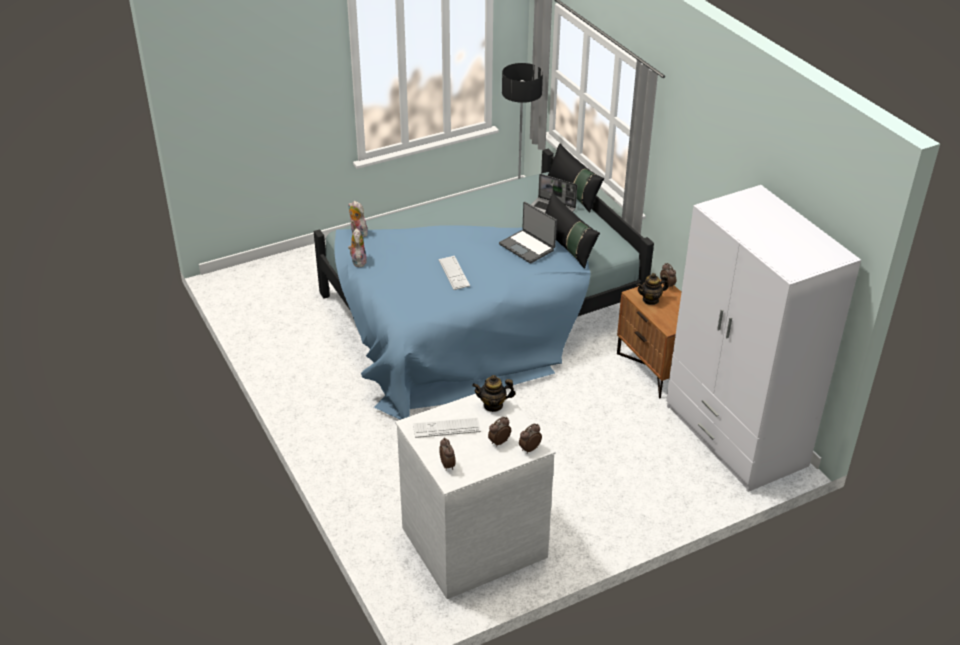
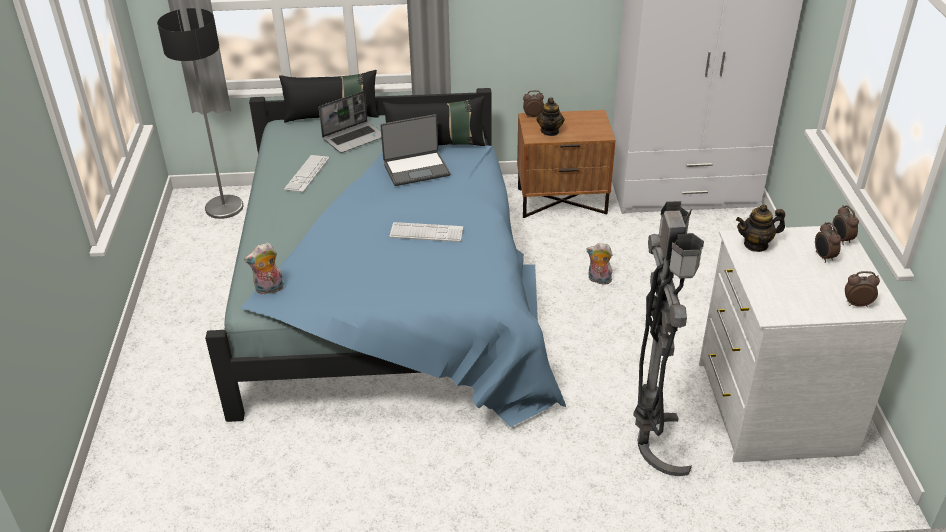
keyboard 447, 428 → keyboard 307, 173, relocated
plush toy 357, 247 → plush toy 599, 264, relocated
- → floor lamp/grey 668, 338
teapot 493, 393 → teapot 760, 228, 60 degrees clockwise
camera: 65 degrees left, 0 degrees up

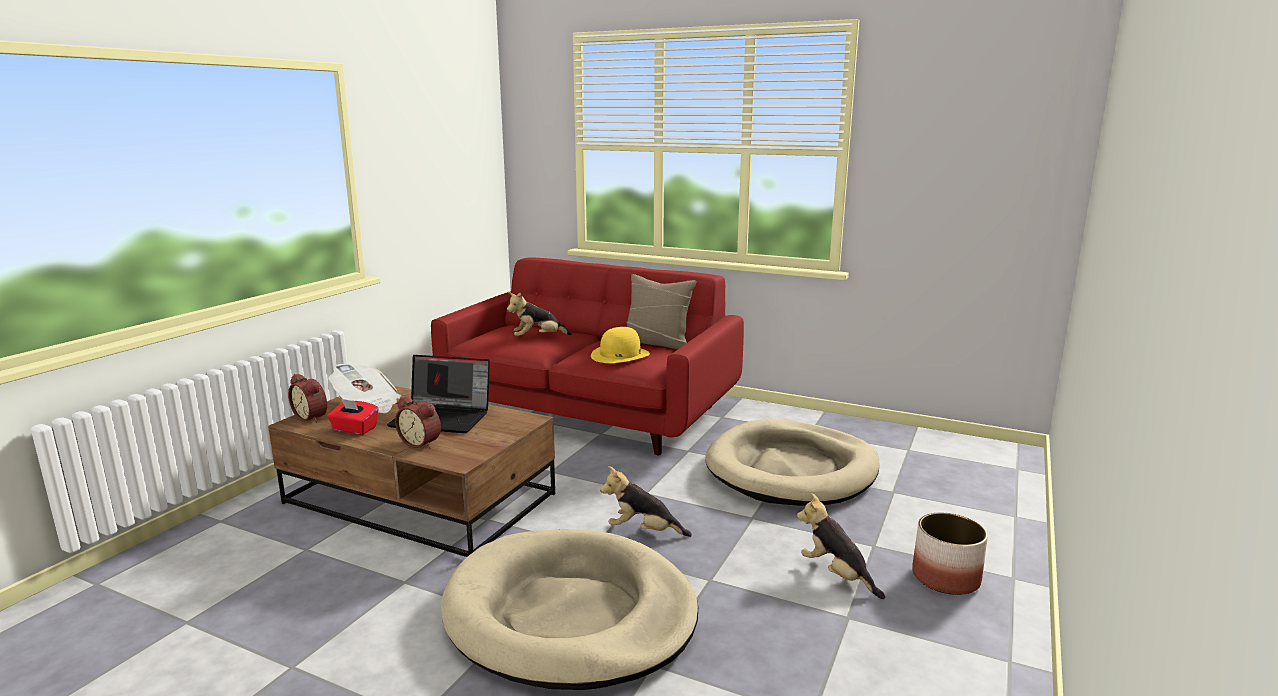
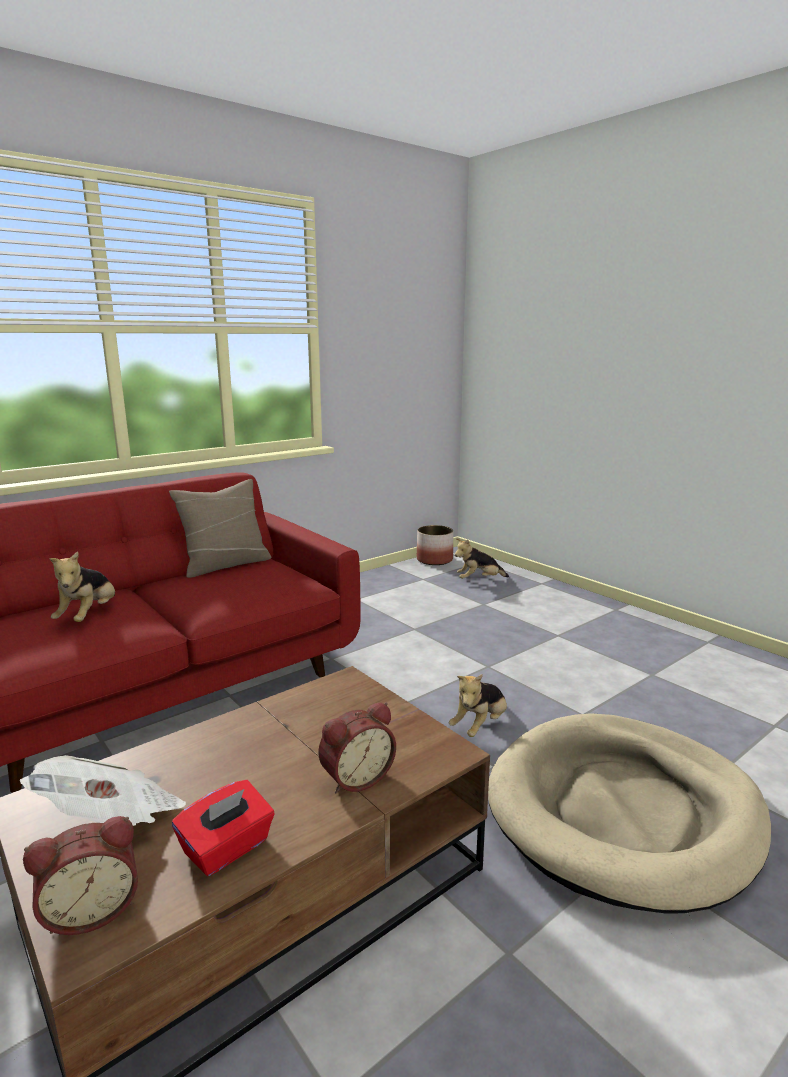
planter 950, 554 → planter 435, 545, relocated
plush toy 841, 546 → plush toy 482, 558, relocated
laptop 438, 394 → -
hat/yellow 620, 345 → -
dog bed/beige 793, 462 → -
camera: 65 degrees left, 0 degrees up

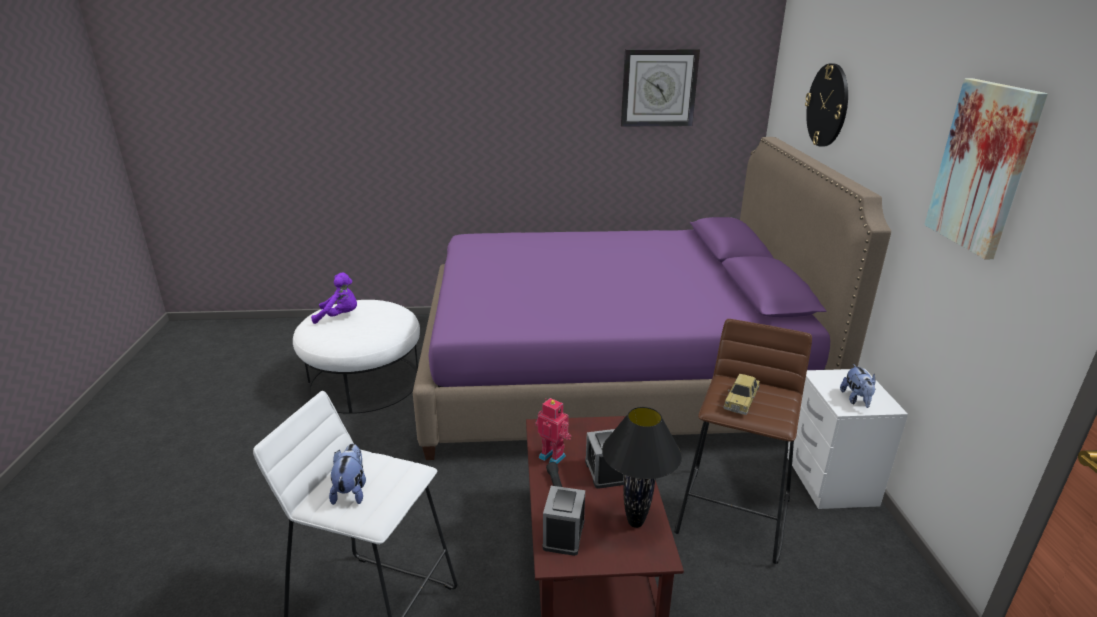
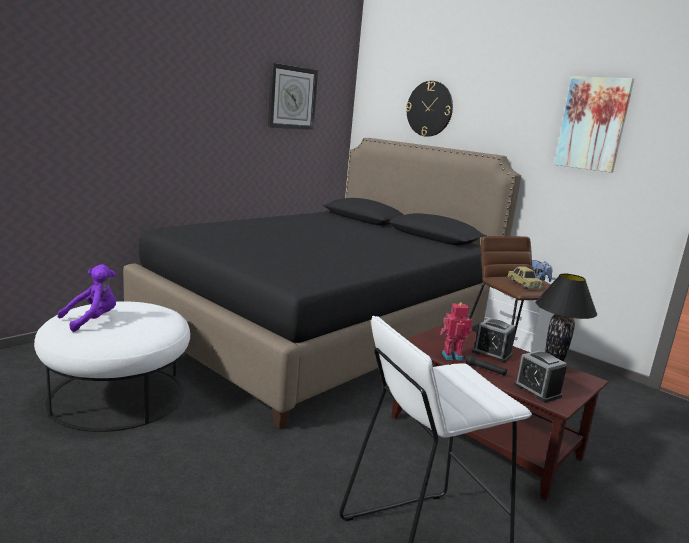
bed/purple 652, 298 → bed/black 322, 283
plush toy 347, 474 → -
camera: 45 degrees left, 10 degrees down

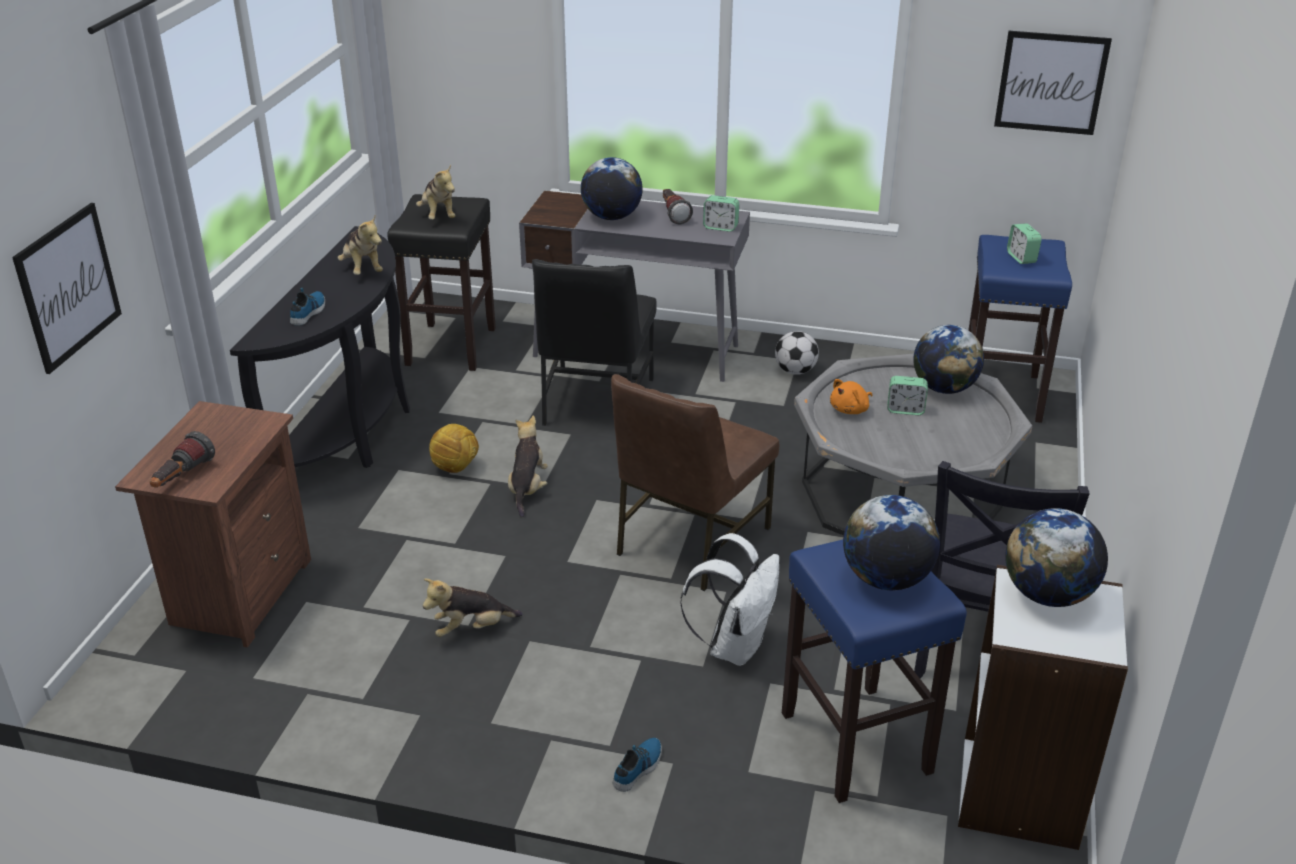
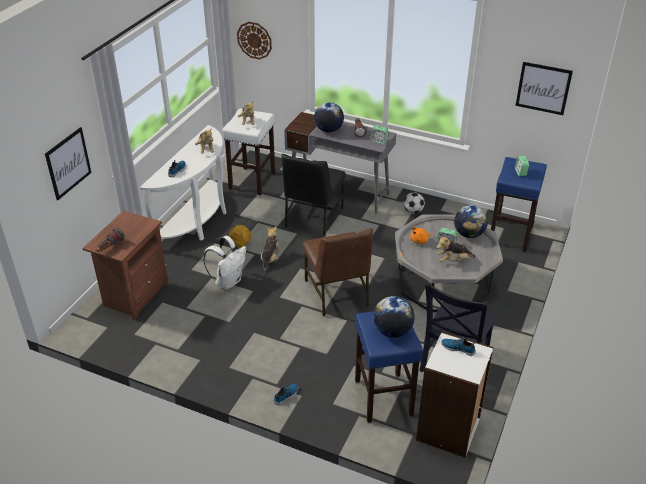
console table/black 320, 347 → console table/white 183, 183
backpack/white 729, 599 → backpack/white 224, 263, relocated
stool/black 441, 282 → stool/white 248, 151
- → wall clock 254, 41
chair/brown 695, 482 → chair/brown 338, 272, 60 degrees counterclockwise
plush toy 473, 607 → plush toy 456, 249, relocated
globe 1056, 557 → shoe 458, 346
camera: 10 degrees right, 5 degrees up

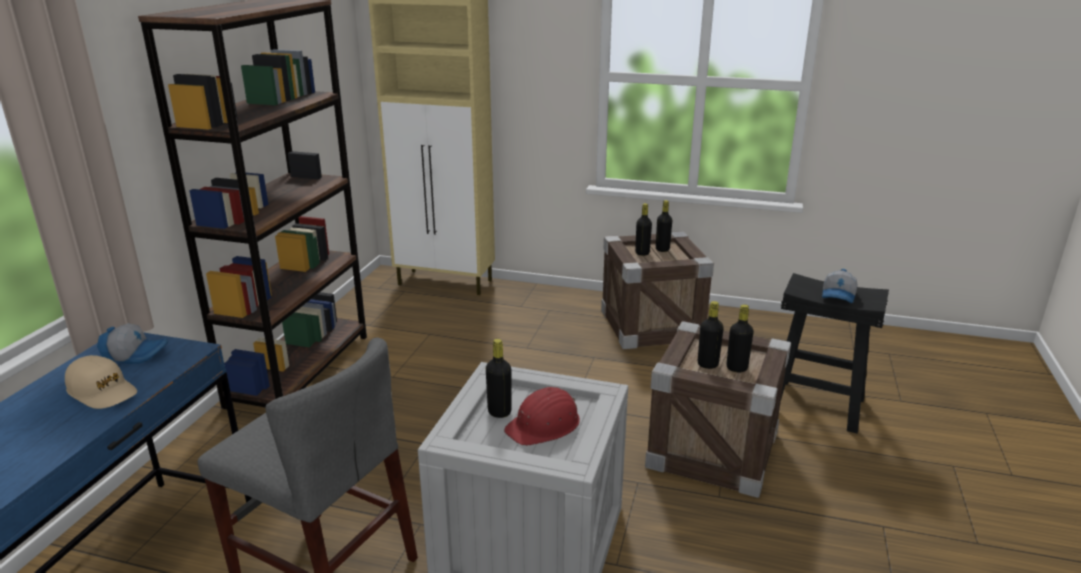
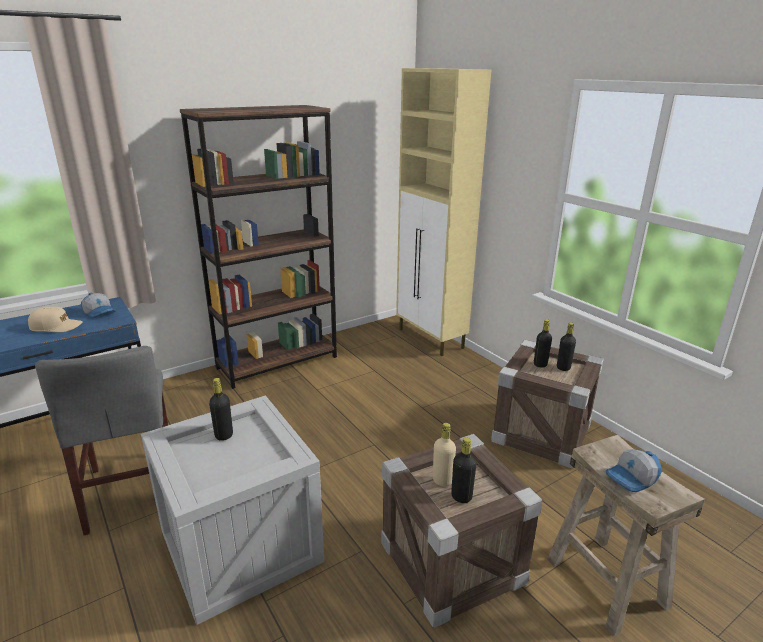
cap/beige 101, 382 → cap/beige 55, 320, 75 degrees counterclockwise
bottle/black 711, 335 → bottle/beige 444, 454
stool/black 835, 353 → stool/beige 626, 535
hard hat/red 542, 416 → -
camera: 40 degrees right, 0 degrees up

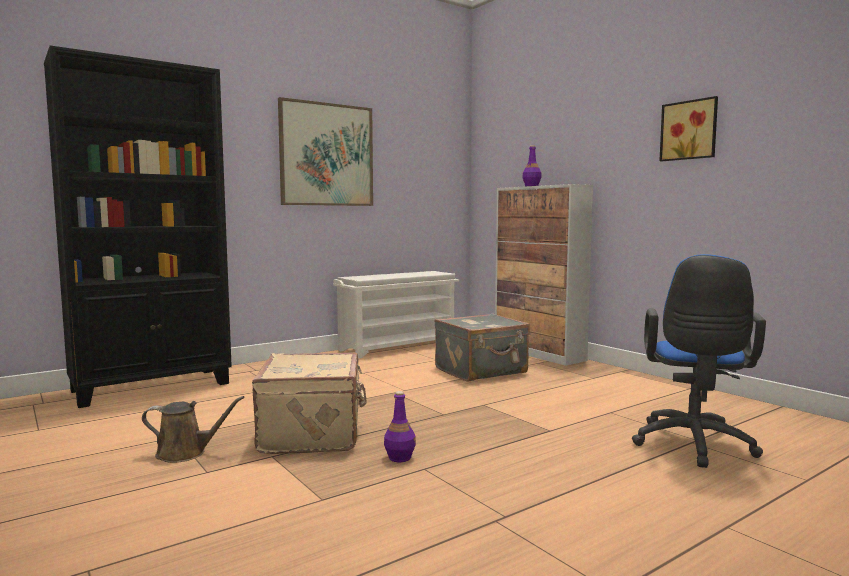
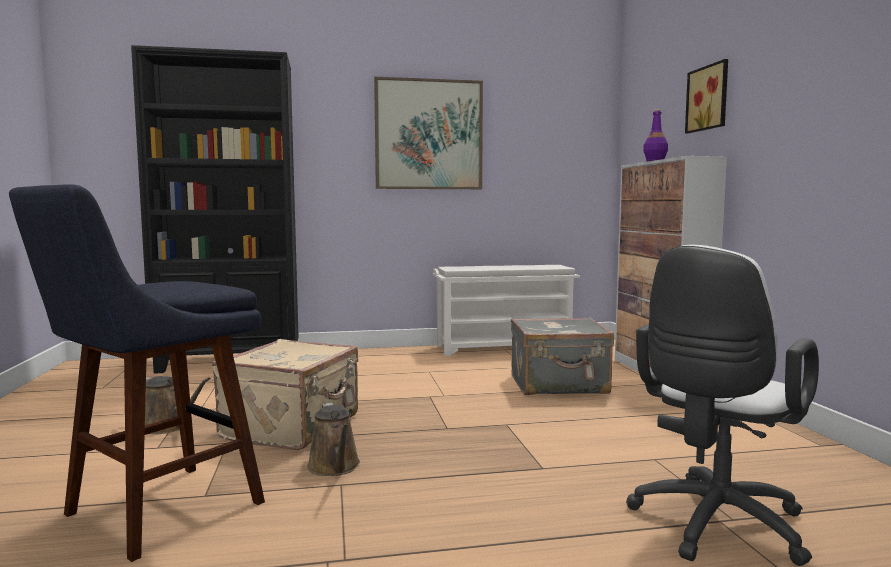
- → stool/blue 137, 373
bottle/purple 400, 426 → watering can/brown 333, 439
office chair/blue 699, 361 → office chair/white 722, 405
picture 688, 129 → picture 706, 96, relocated
camera: 25 degrees right, 0 degrees up

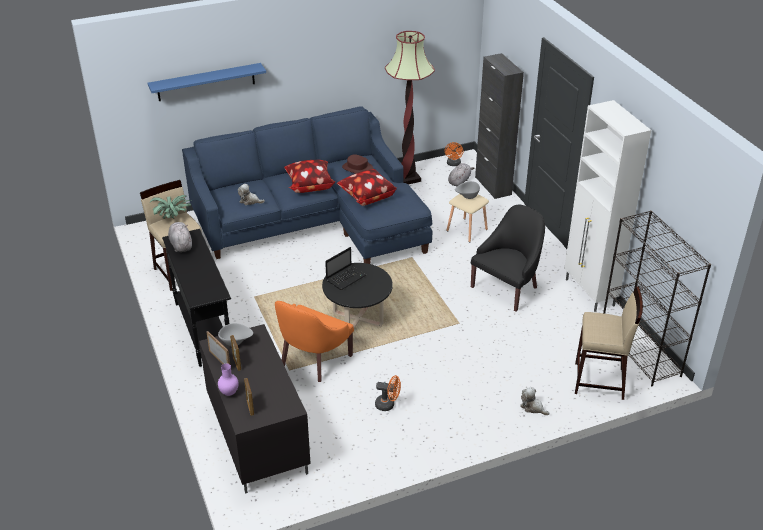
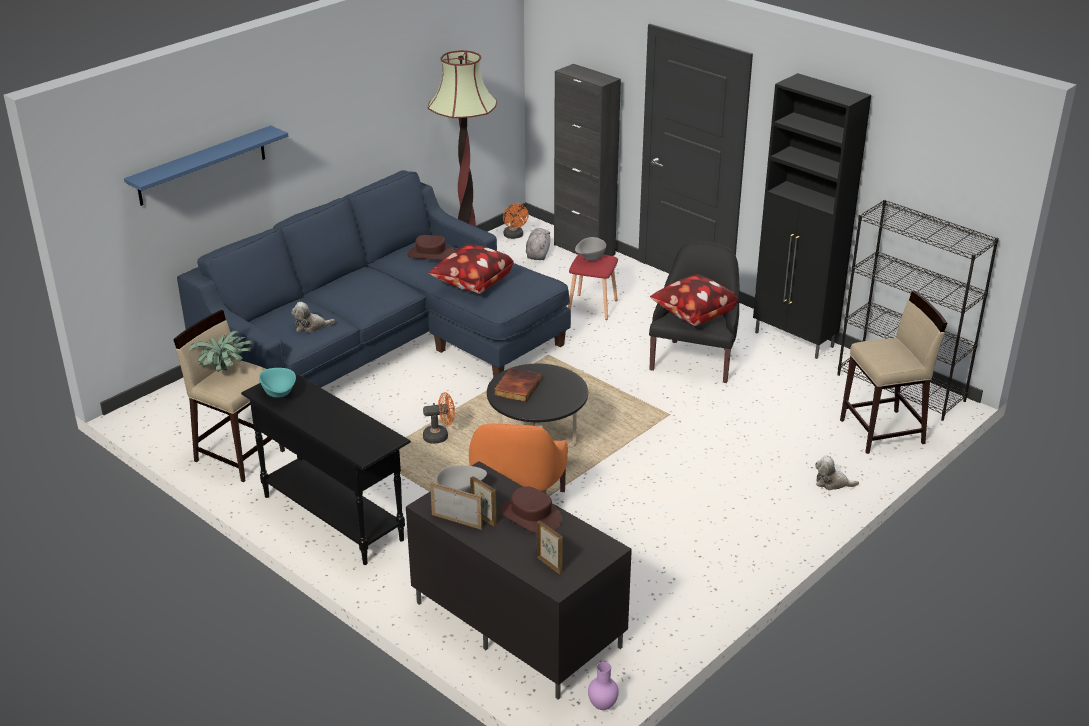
plush toy/grey 180, 237 → bowl/turquoise 277, 383
fan/orange 388, 393 → fan/orange 439, 418, relocated
laptop 345, 268 → book 518, 385
- → hat/brown 531, 510
stool/beige 467, 218 → stool/red 593, 287
vase/purple 228, 380 → vase/purple 603, 686, relocated
pillow 309, 176 → pillow 694, 300, relocated
cabinet/white 607, 206 → cabinet/black 812, 216
camera: 25 degrees left, 5 degrees down

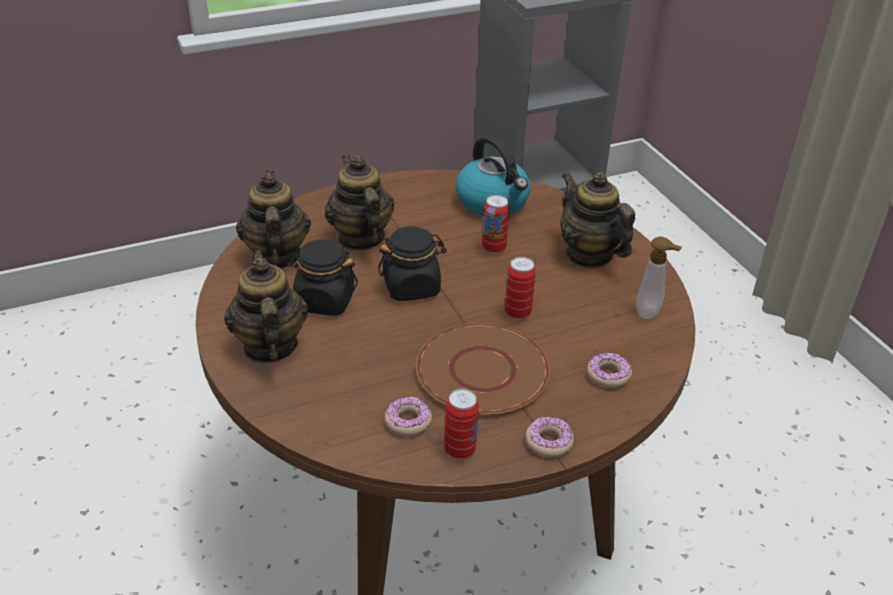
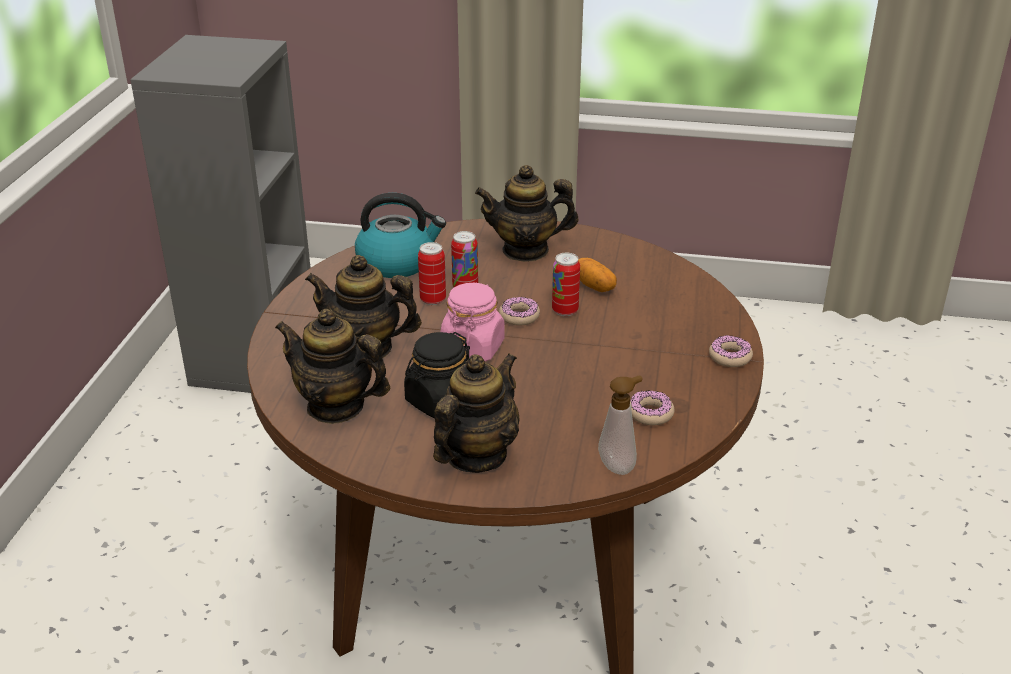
can 461, 424 → can 432, 273, relocated
teapot 266, 306 → teapot 476, 413, 105 degrees clockwise
jar/black 412, 263 → jar/pink 472, 322
donut 609, 370 → donut 519, 311, relocated
- → potato 597, 275
soap dispenser 659, 278 → soap dispenser 620, 425, relocated
plate/brown 483, 368 → -
camera: 55 degrees left, 5 degrees down

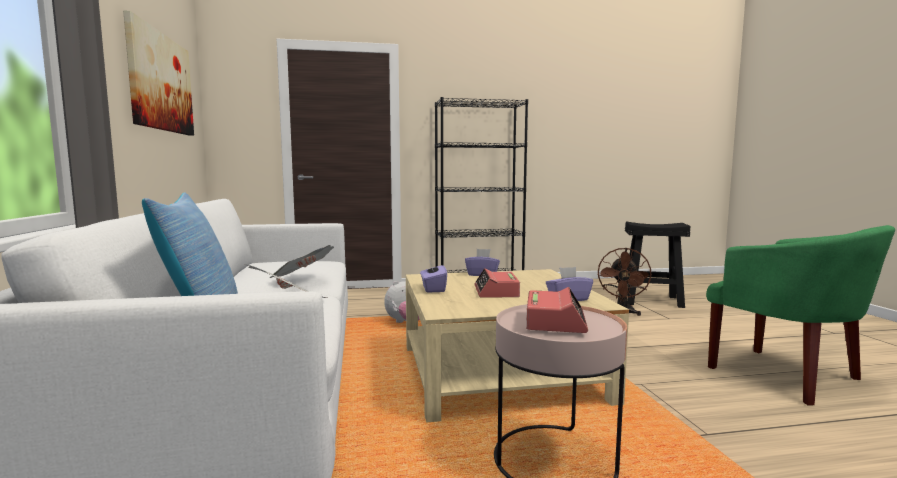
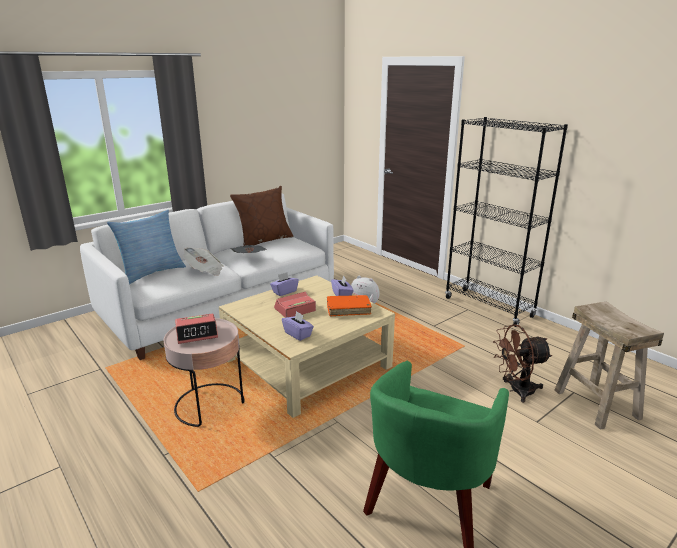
- → pillow/brown 262, 216
- → book/orange 349, 305
stool/black 657, 264 → stool/beige 609, 365
picture 158, 73 → -
camera: 60 degrees right, 15 degrees up

